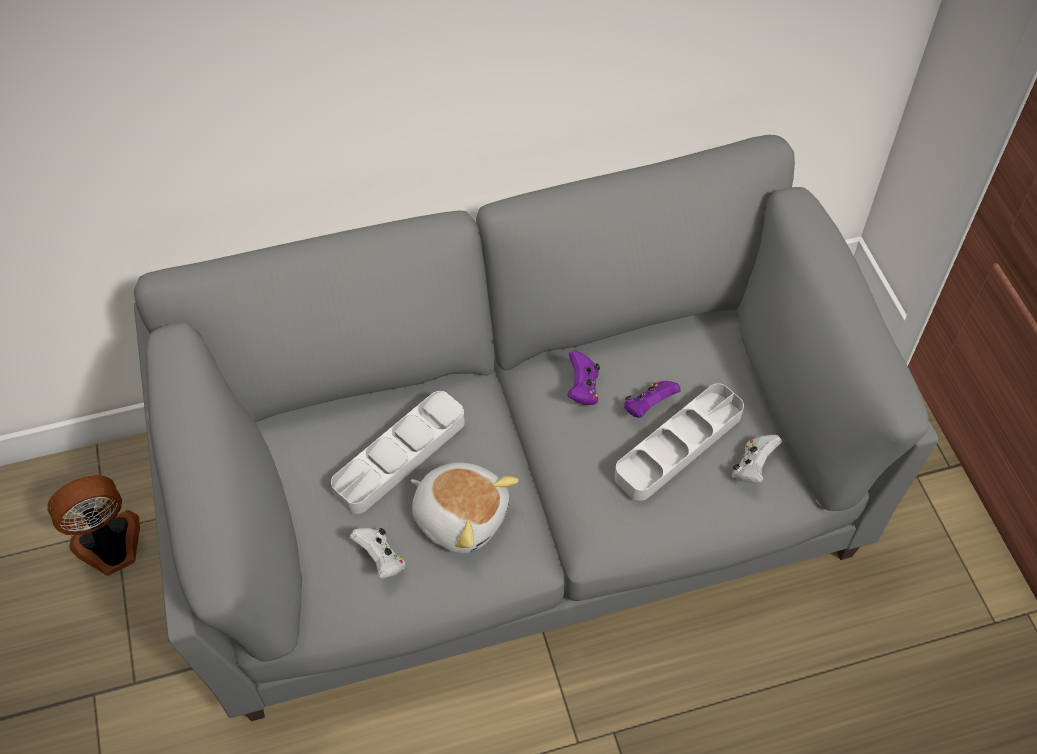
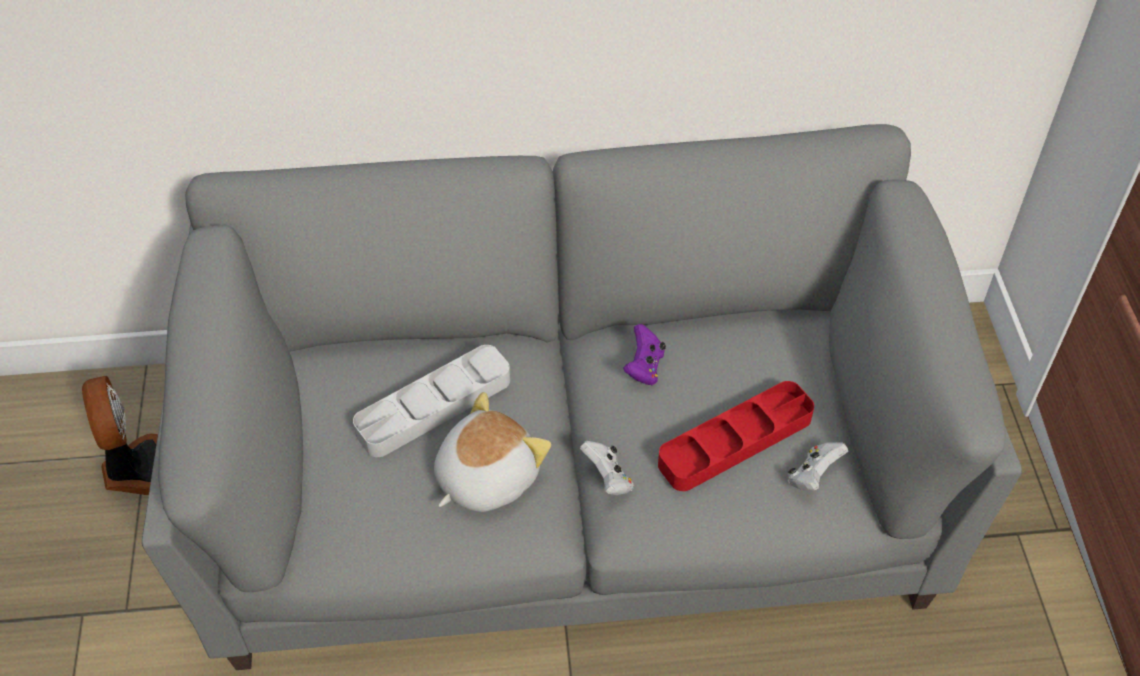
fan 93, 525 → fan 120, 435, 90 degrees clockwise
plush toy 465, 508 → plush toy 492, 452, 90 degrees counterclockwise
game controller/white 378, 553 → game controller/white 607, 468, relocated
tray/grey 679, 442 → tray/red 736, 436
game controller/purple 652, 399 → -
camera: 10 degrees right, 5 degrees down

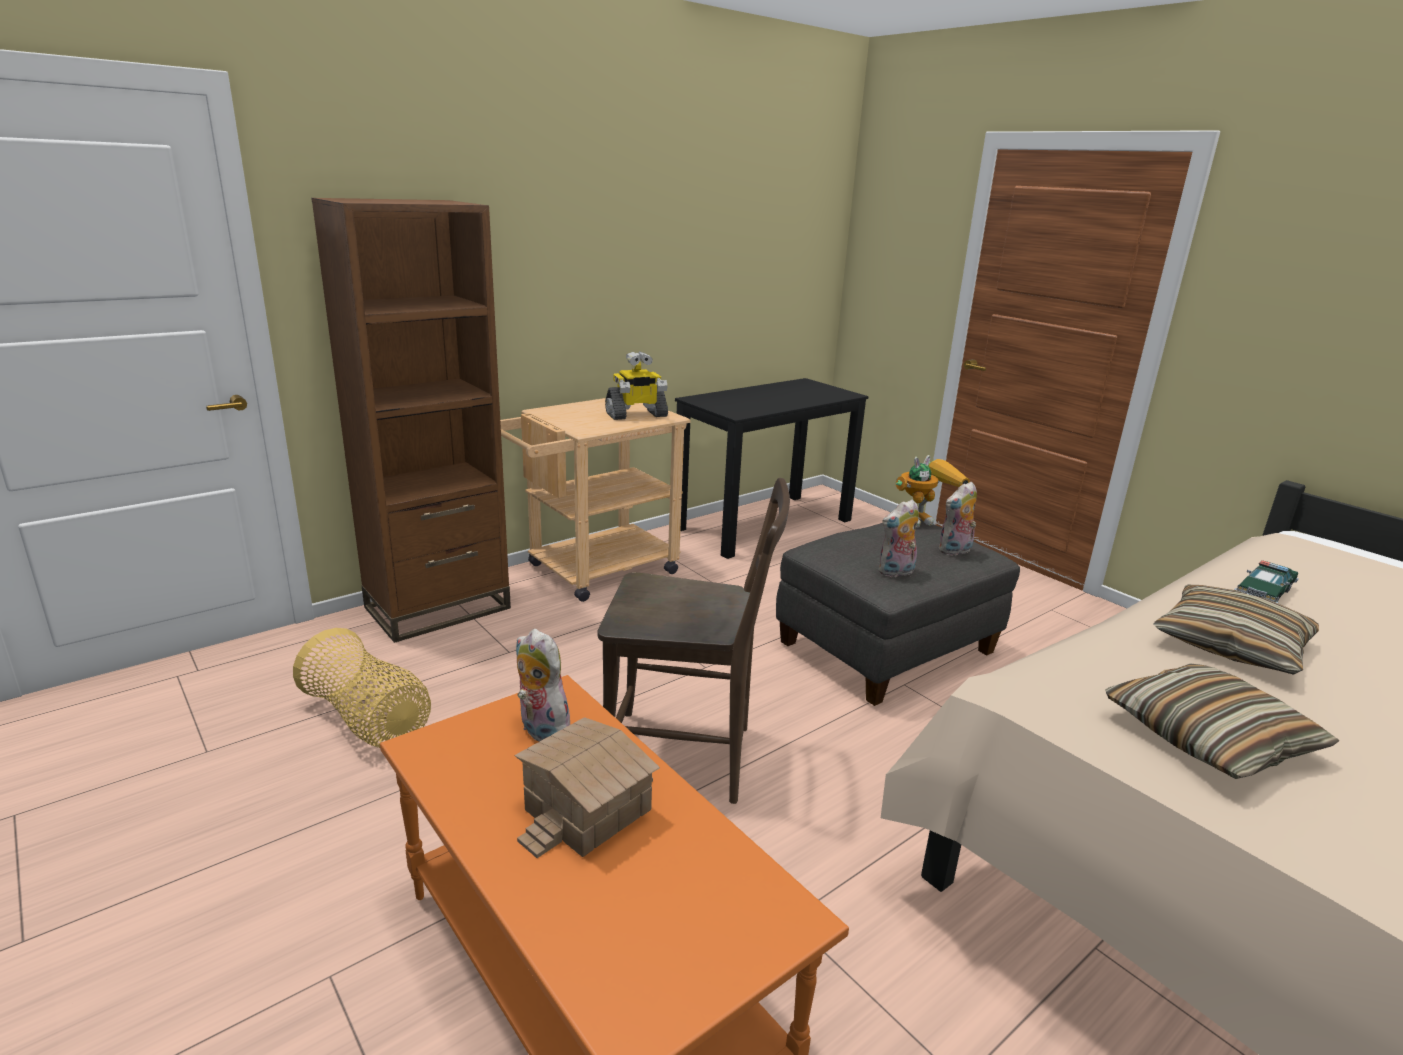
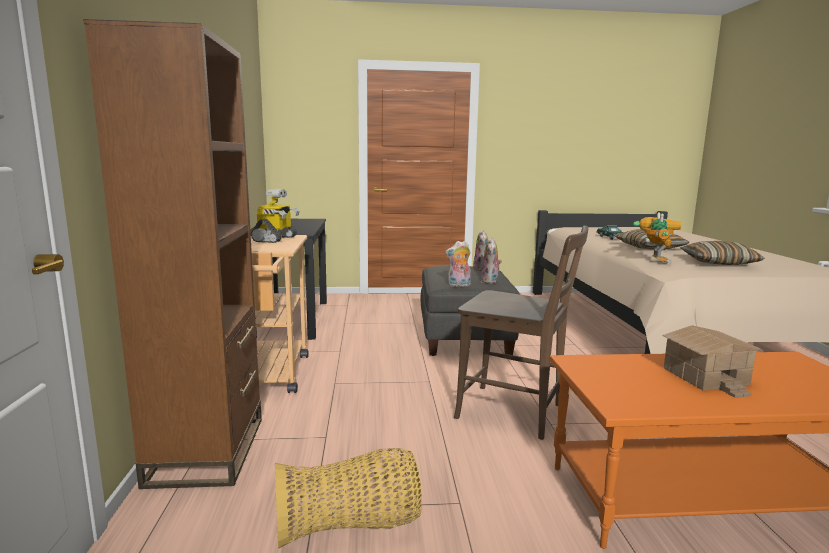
plush toy 543, 685 → plush toy 458, 264, relocated
chair/brown 694, 641 → chair/brown 521, 332, 75 degrees clockwise
toy robot 933, 491 → toy robot 657, 238, relocated
camera: 55 degrees left, 10 degrees down

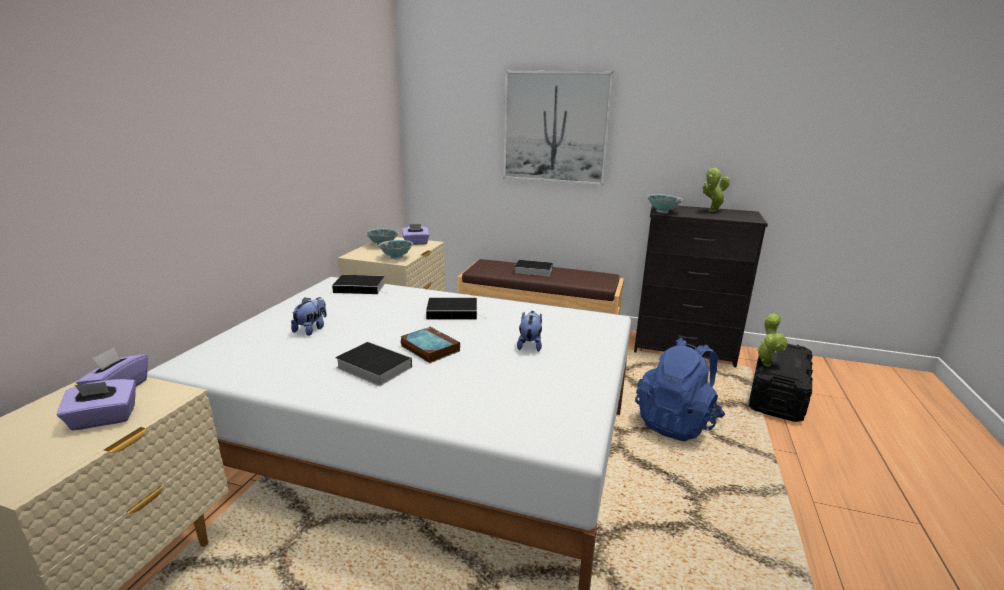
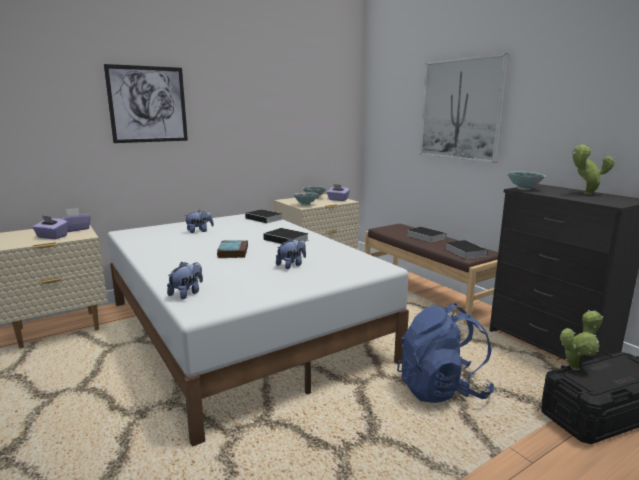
- → picture 146, 103
- → plush toy 185, 281
book 373, 364 → book 466, 249, relocated
camera: 40 degrees right, 5 degrees down

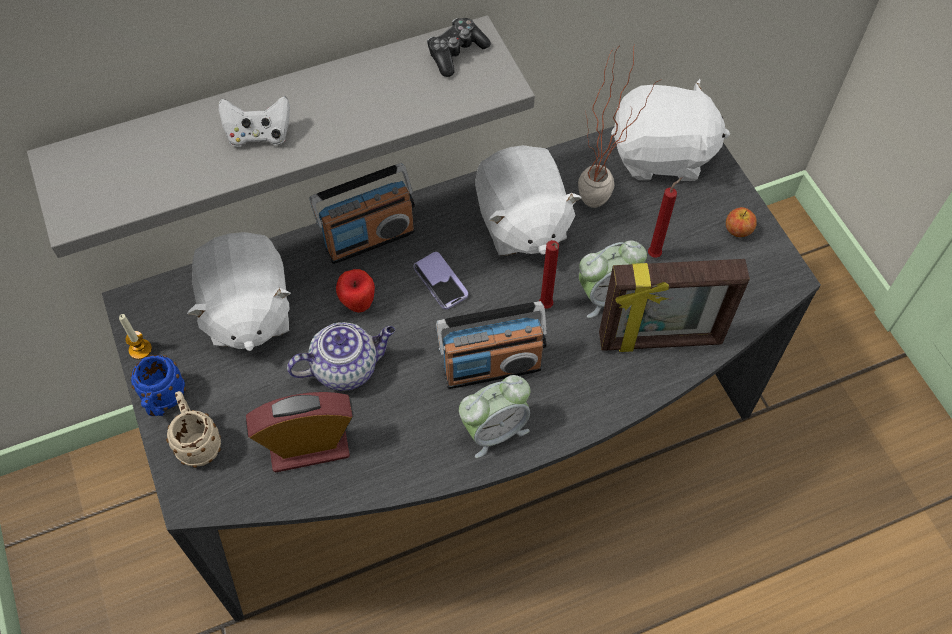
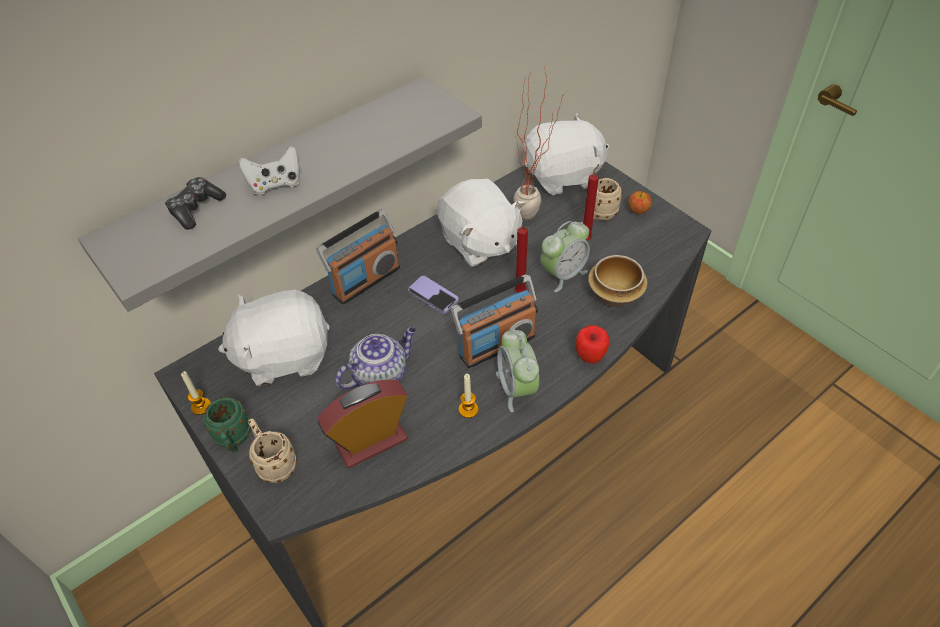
game controller 459, 47 → game controller 195, 203, relocated
mug/blue 158, 385 → mug/green 227, 424
plush toy/white 239, 291 → plush toy/white 274, 338, 105 degrees clockwise
- → candle 469, 396
alarm clock 494, 416 → alarm clock 517, 370, 120 degrees clockwise
apple 355, 291 → apple 592, 344, relocated
picture frame 674, 305 → bowl 617, 281
- → mug/beige 607, 199
camera: 15 degrees left, 10 degrees down

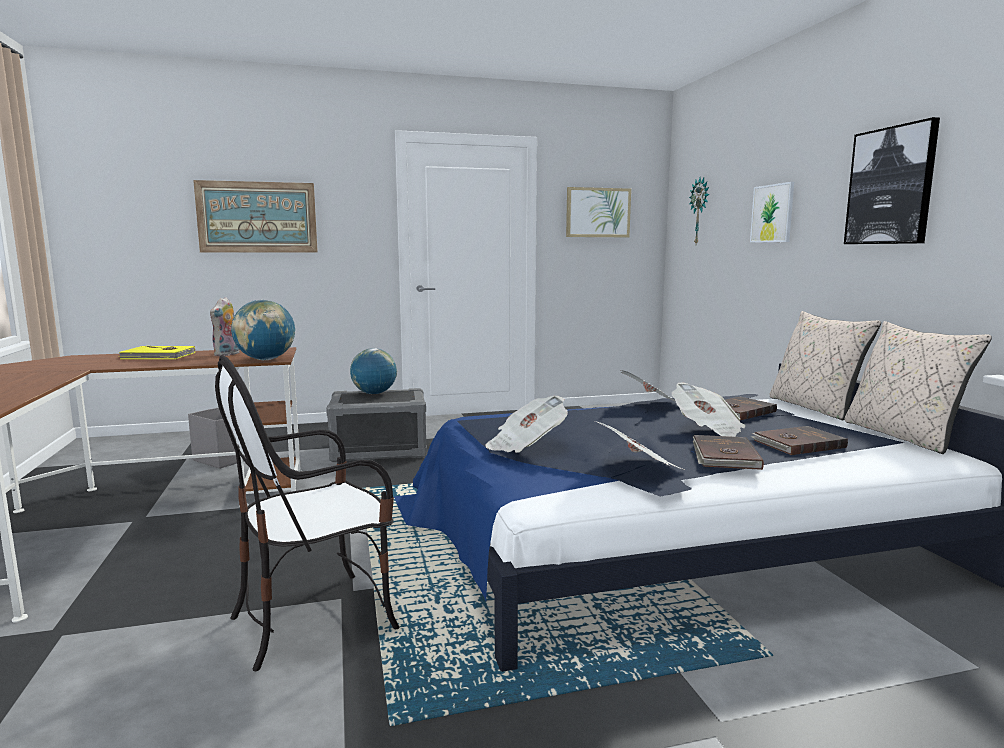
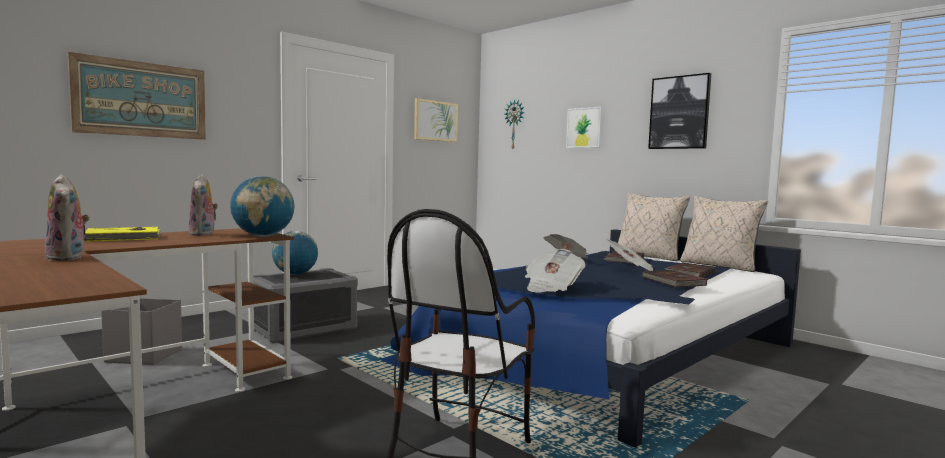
- → plush toy 67, 217
newspaper 640, 445 → -
camera: 30 degrees left, 5 degrees down

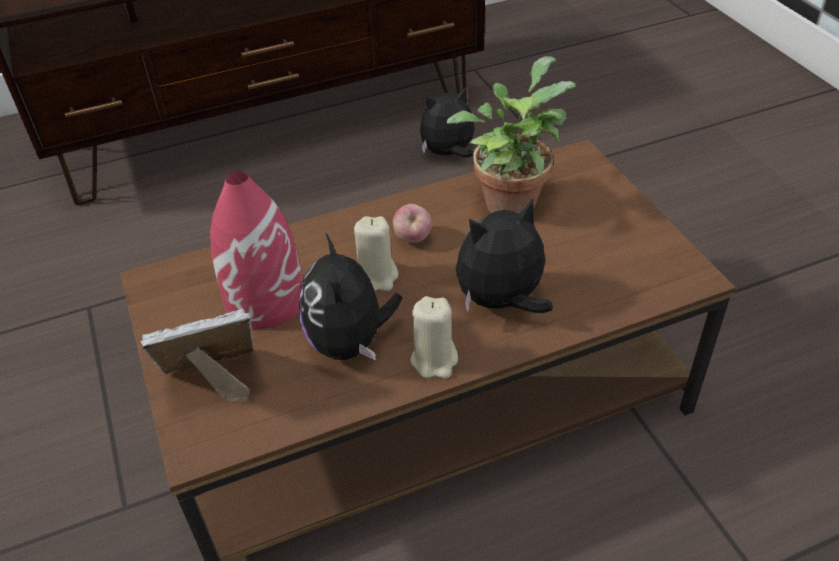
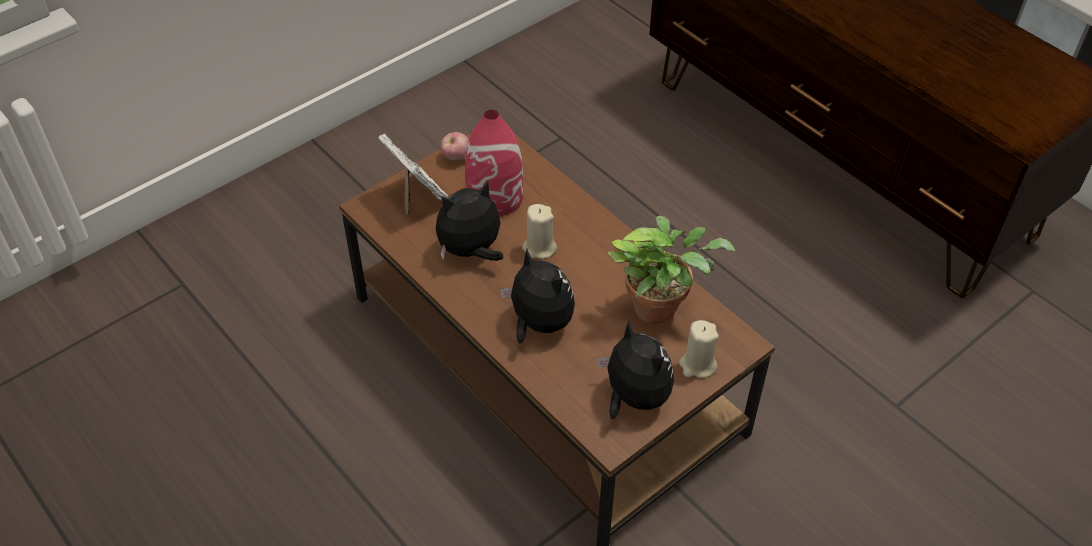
apple 412, 223 → apple 455, 146, relocated
plush toy 447, 122 → plush toy 635, 370, relocated
candle/beige 434, 337 → candle/beige 699, 349, relocated
camera: 70 degrees right, 5 degrees up

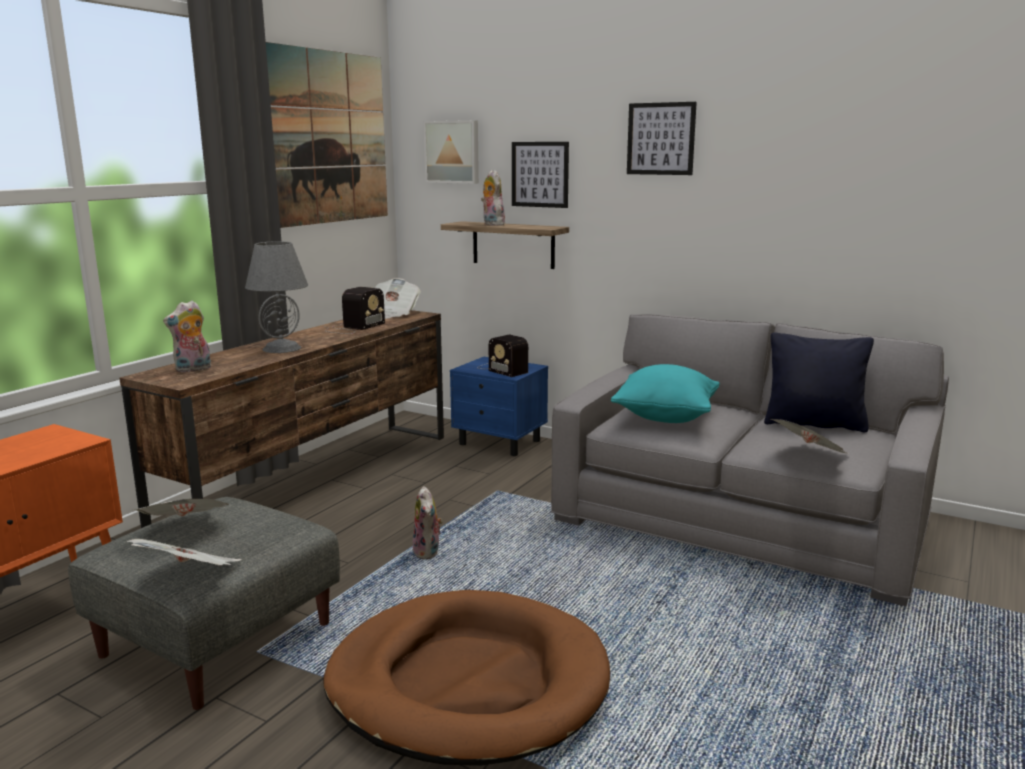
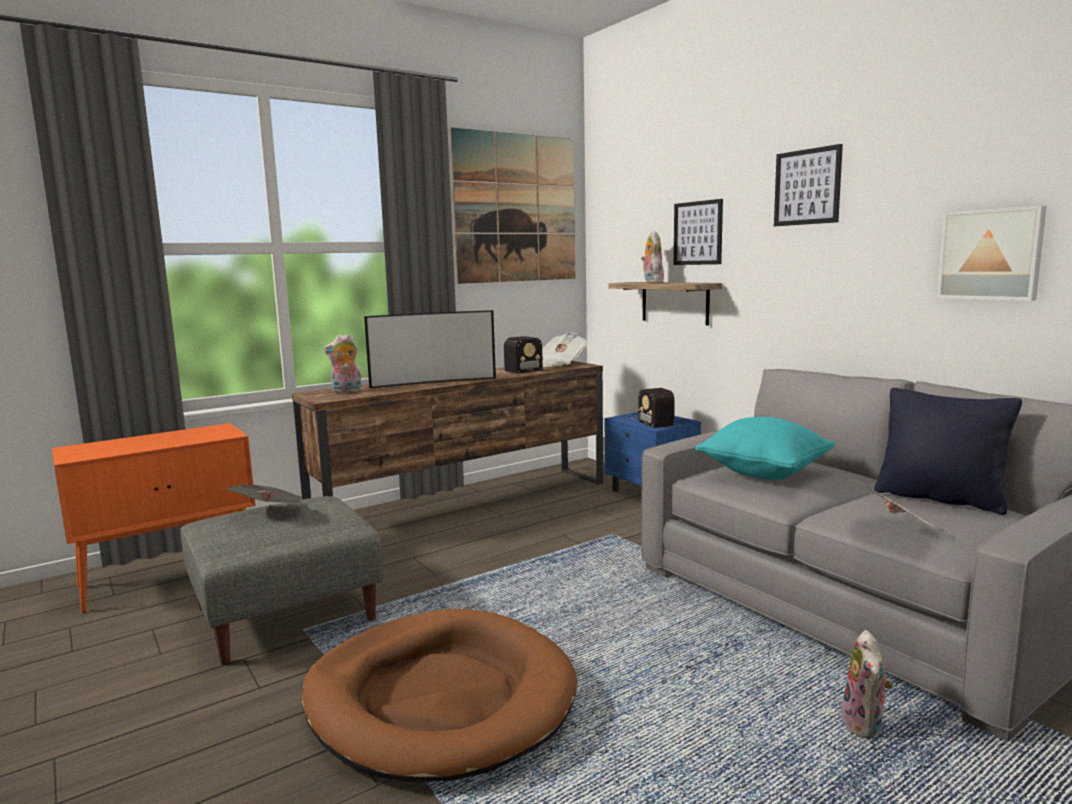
table lamp/grey 276, 297 → television 430, 349
plush toy 427, 522 → plush toy 866, 684, relocated
picture 451, 152 → picture 992, 253, relocated
newspaper 184, 552 → -
camera: 25 degrees right, 5 degrees down

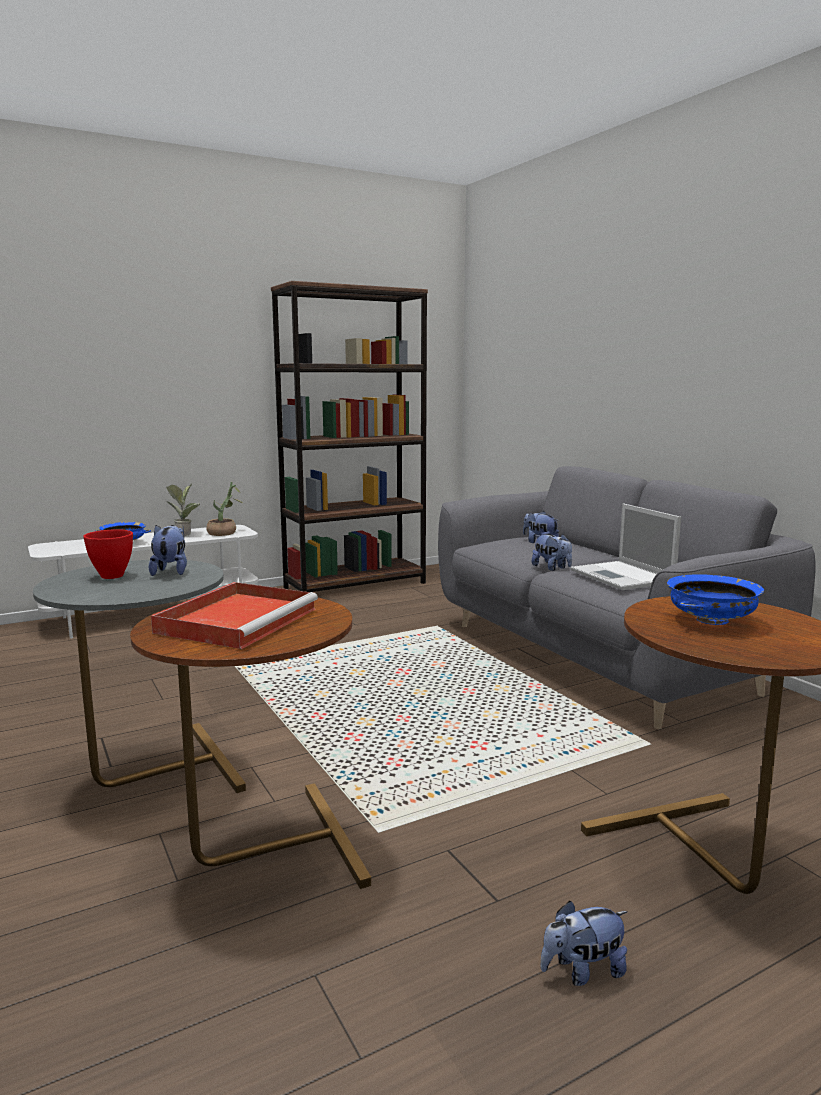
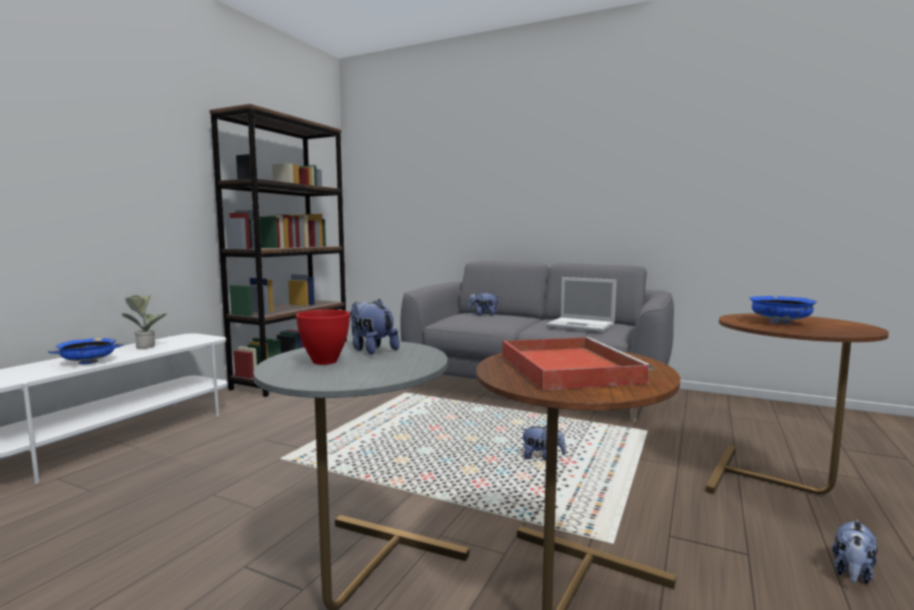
plush toy 552, 552 → plush toy 543, 443, relocated
potted plant 224, 509 → -
camera: 35 degrees left, 5 degrees down

